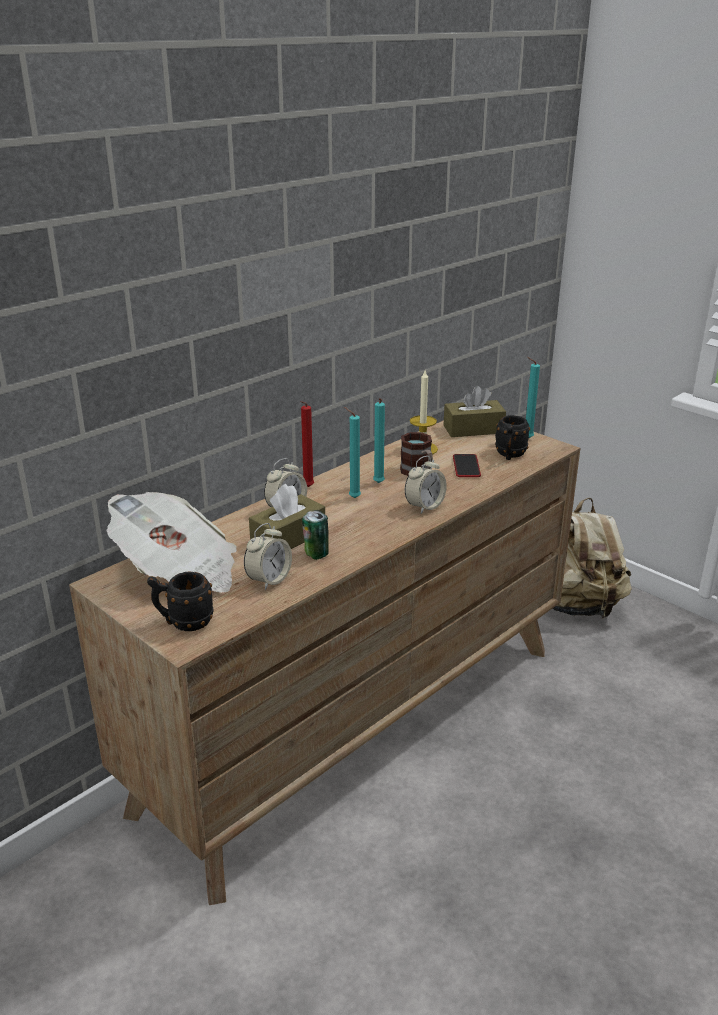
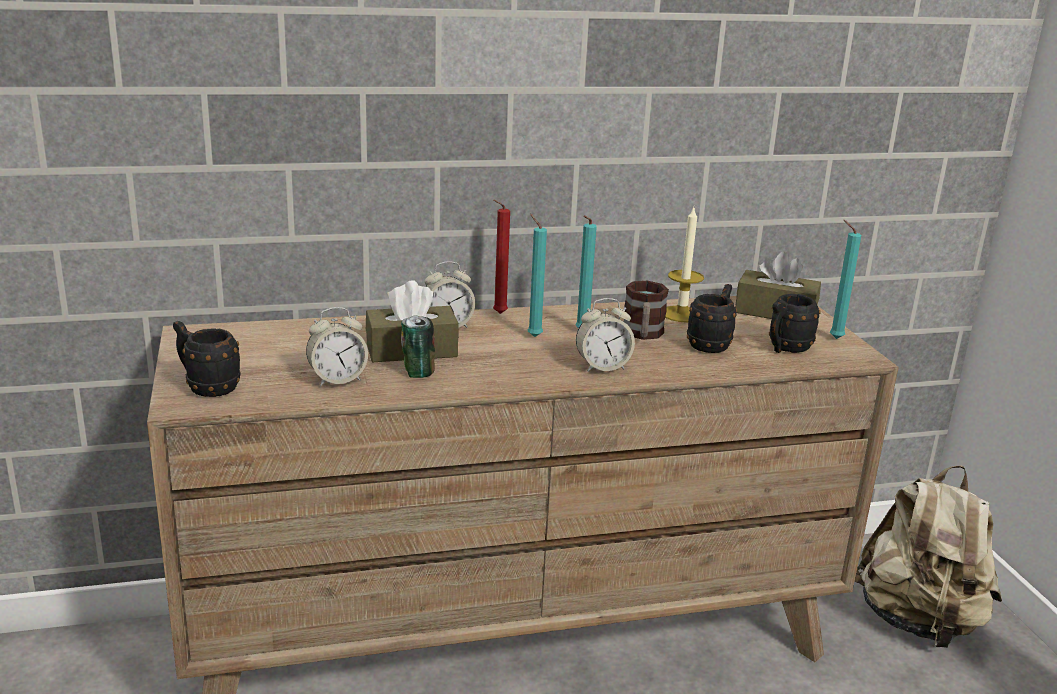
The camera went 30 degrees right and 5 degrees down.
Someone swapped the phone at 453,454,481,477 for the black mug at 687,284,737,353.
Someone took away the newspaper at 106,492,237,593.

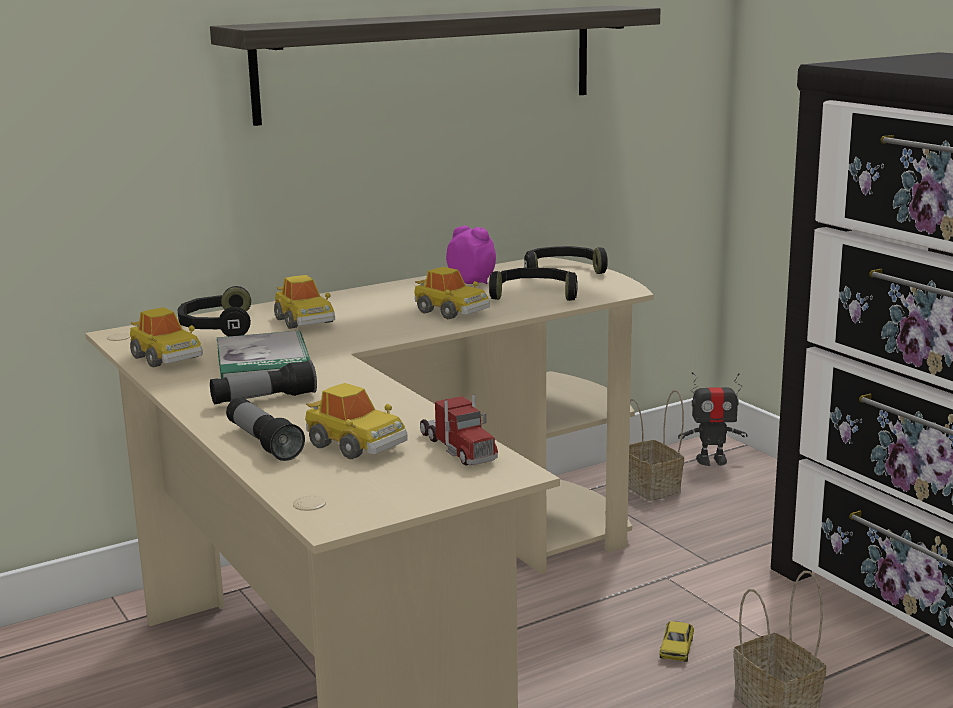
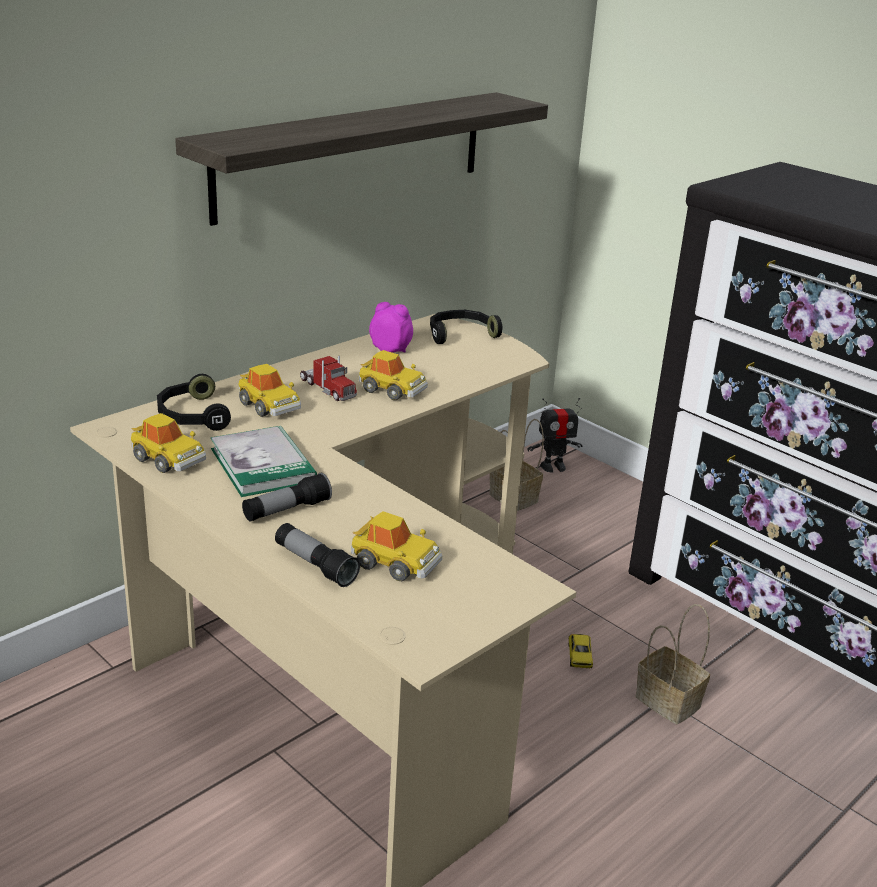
The camera went 15 degrees left and 10 degrees up.
Someone carried the toy truck from 420,395,498,466 to 300,356,357,401.
Someone took away the black headphones at 489,268,578,301.

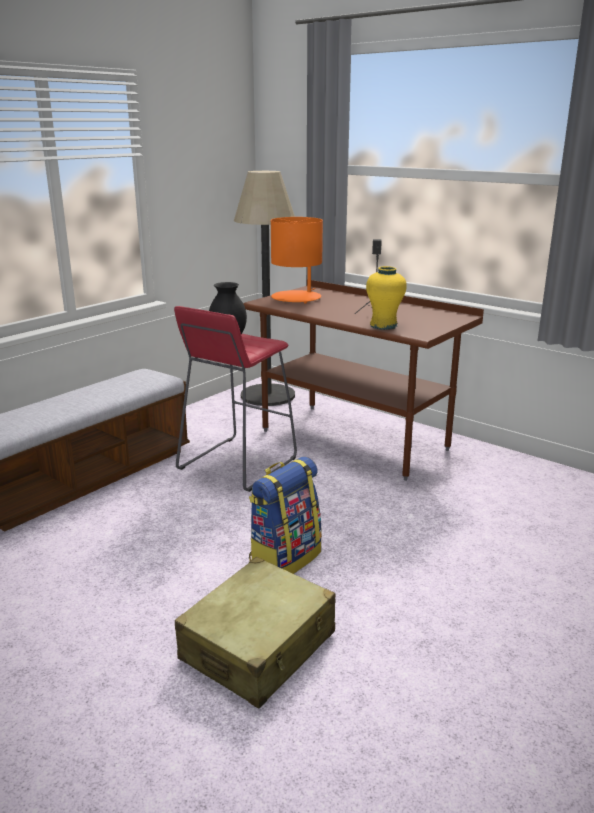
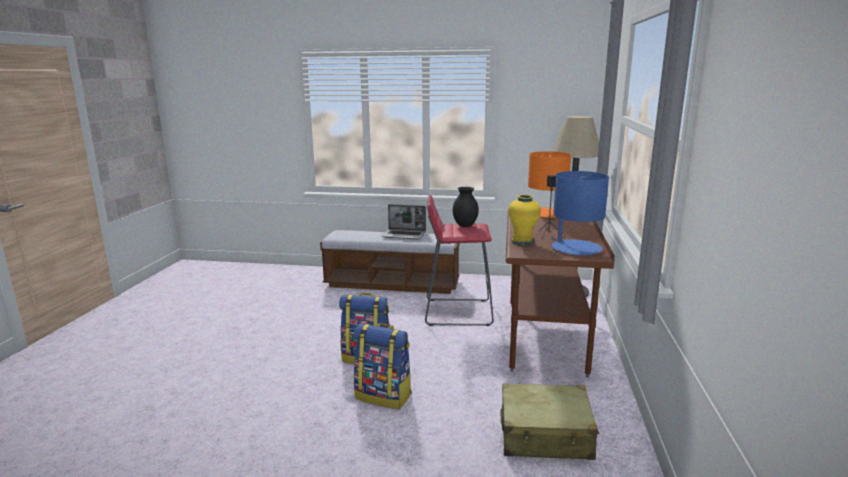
The camera went 60 degrees right and 5 degrees down.
Someone put down the backpack at 353,323,412,409.
Someone put down the laptop at 382,204,426,240.
Someone carried the beige suitcase from 175,557,336,708 to 500,384,599,460.
Someone put down the blue table lamp at 550,171,609,256.

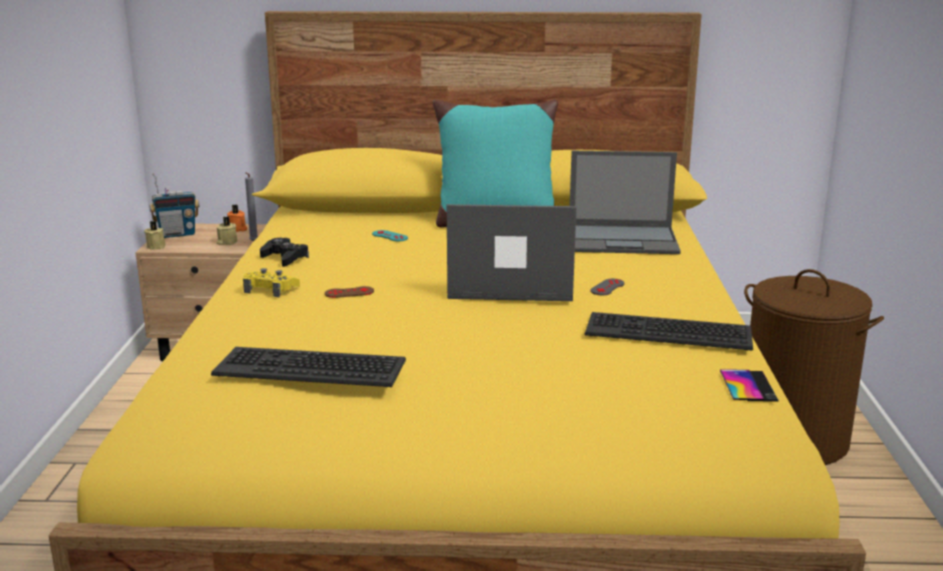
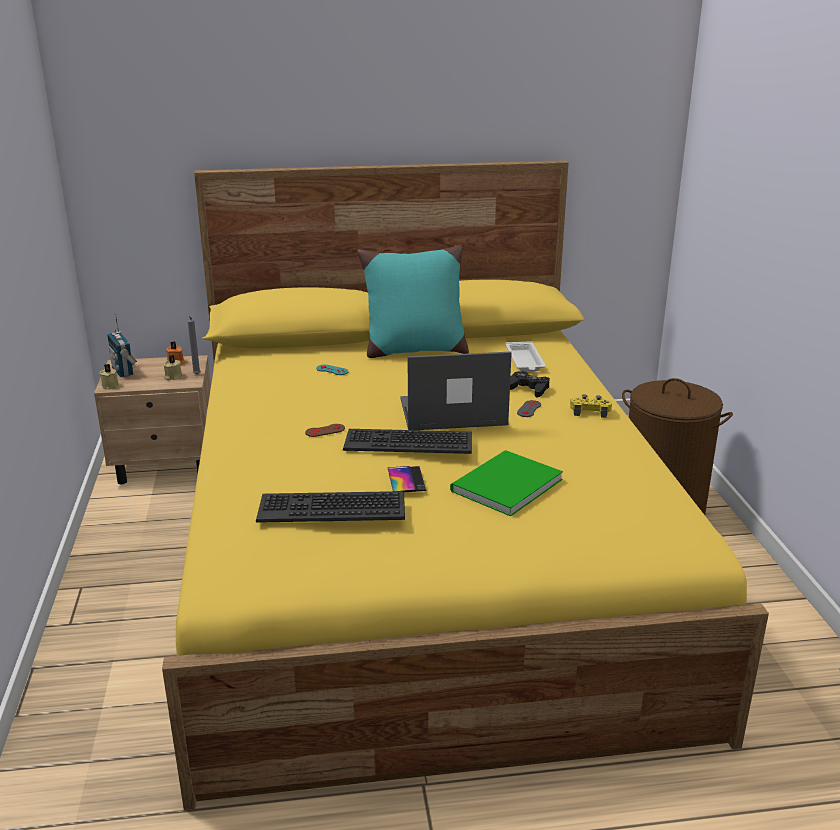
The camera went 10 degrees left and 5 degrees up.
Someone rotated the radio at 149,173,199,238 by 90 degrees clockwise.
Someone carried the keyboard from 584,312,753,351 to 343,429,472,454.
Someone carried the phone from 720,369,779,402 to 388,466,426,492.
Someone put down the green book at 450,450,563,516.
Someone swapped the laptop at 570,151,681,254 for the white tray at 505,341,546,371.
Someone carried the black game controller from 260,238,309,267 to 510,371,550,398.
Someone carried the yellow game controller from 243,268,300,297 to 570,395,612,418.

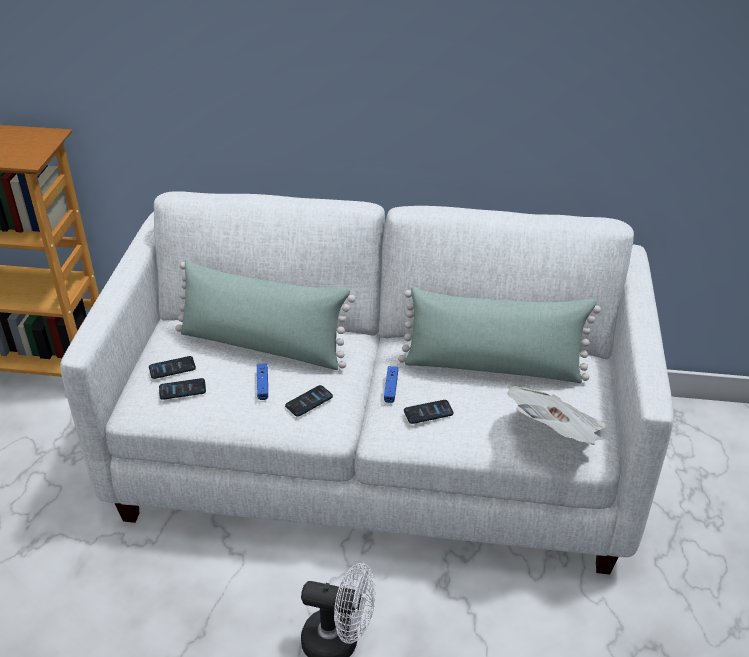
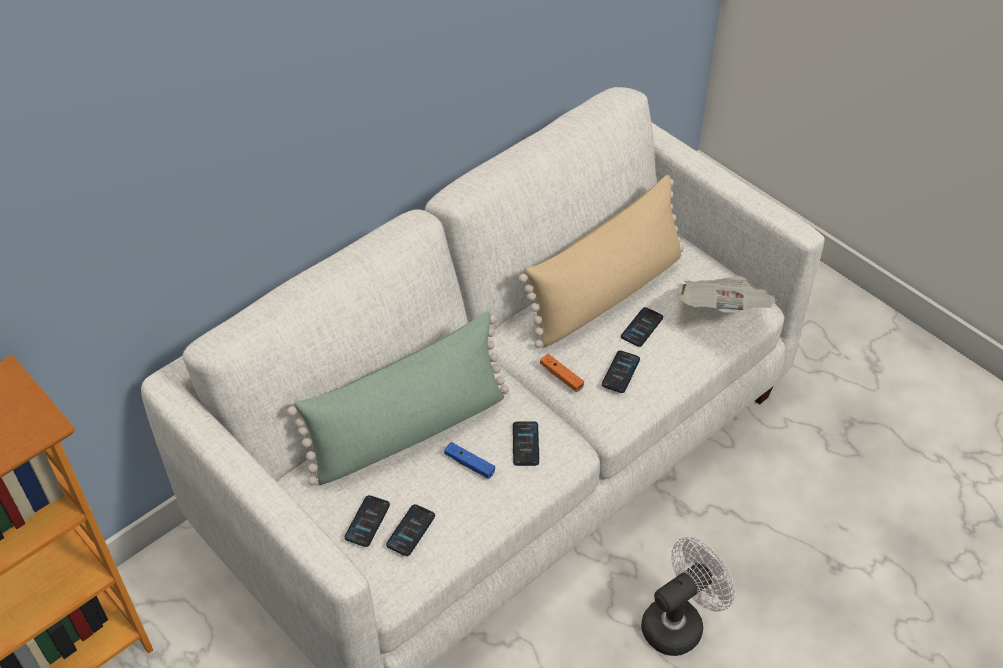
The camera went 50 degrees left and 10 degrees up.
Someone repainted the green pillow at 398,287,601,383, which became the beige pillow at 518,175,684,348.
Someone repainted the blue game controller at 384,366,398,403, which became the orange game controller at 540,354,584,392.
Someone put down the phone at 621,307,663,347.

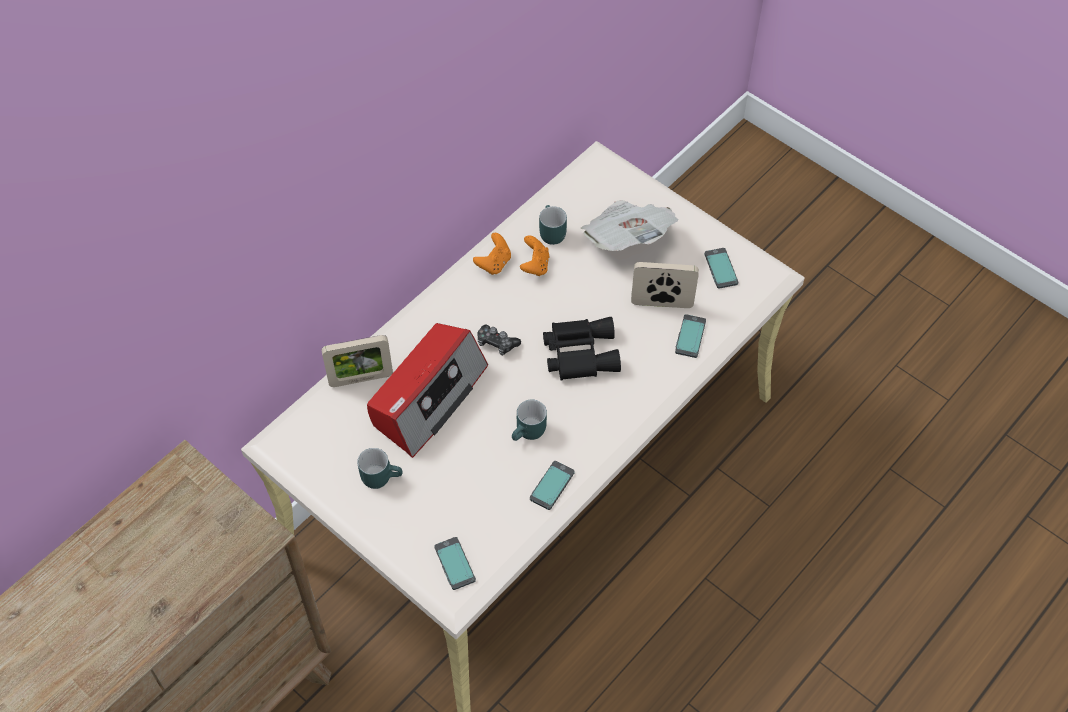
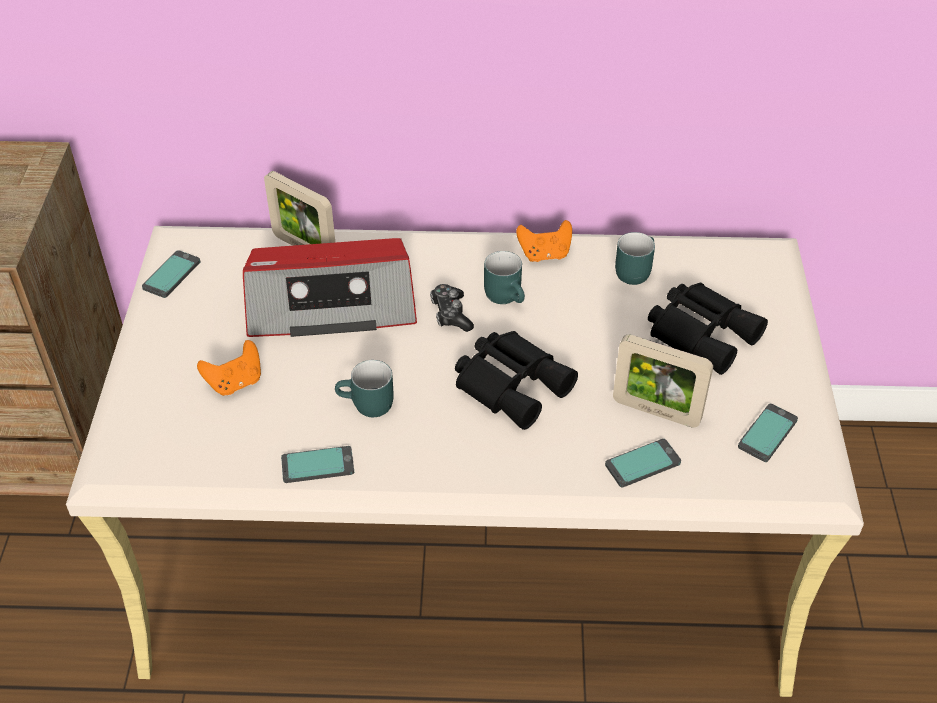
The camera went 50 degrees right and 10 degrees down.
Someone carried the phone from 434,537,476,590 to 142,250,200,298.
Someone carried the orange game controller from 520,235,549,276 to 197,340,261,396.
Someone carried the turquoise mug from 357,448,403,489 to 484,251,525,304.
Someone rotated the picture frame at 631,262,699,308 by 150 degrees clockwise.
Someone swapped the newspaper at 581,200,678,251 for the black binoculars at 648,283,768,375.

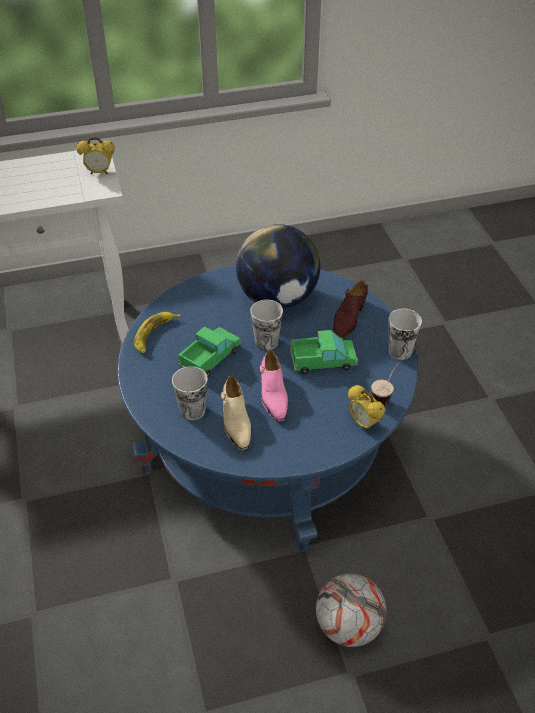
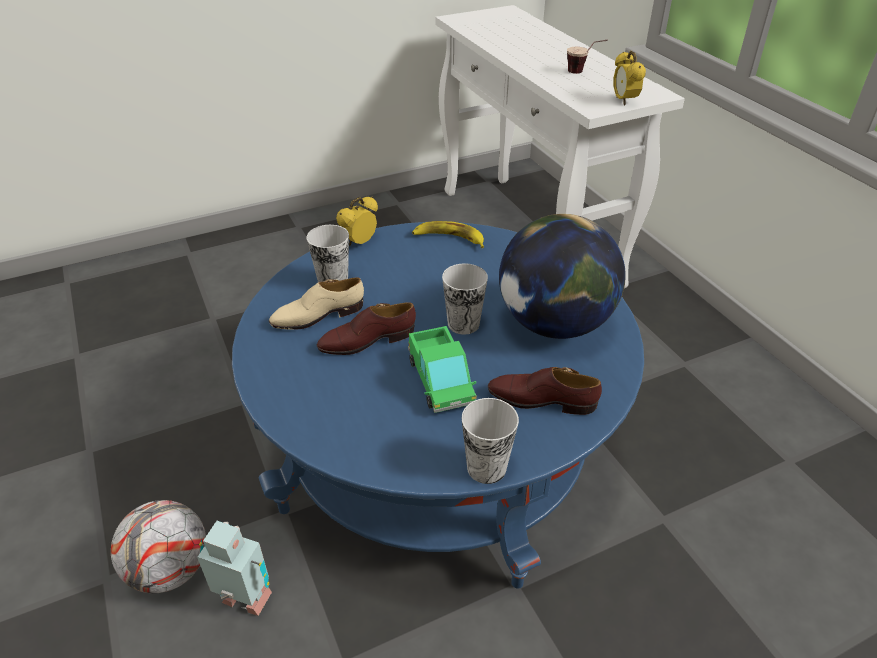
The camera went 80 degrees right and 5 degrees down.
Someone put down the toy robot at 197,521,272,616.
Someone repainted the pink shoe at 260,350,288,421, which became the brown shoe at 317,302,416,355.
Someone carried the alarm clock from 348,385,385,431 to 336,196,378,246.
Someone carried the cup from 371,361,401,407 to 567,40,608,74.
Someone took away the toy truck at 178,327,241,378.

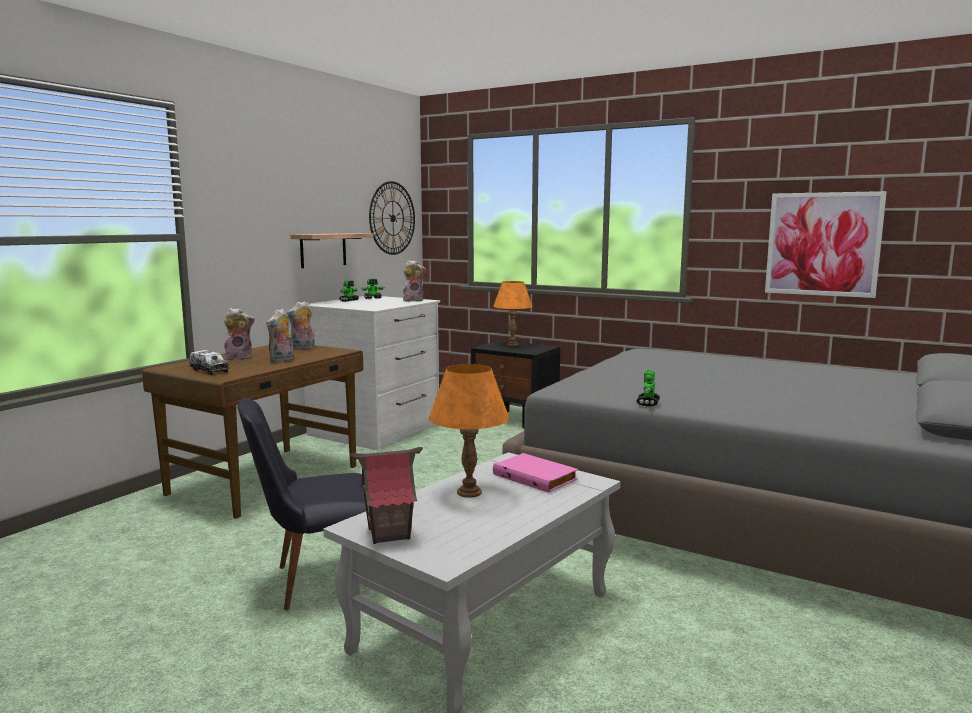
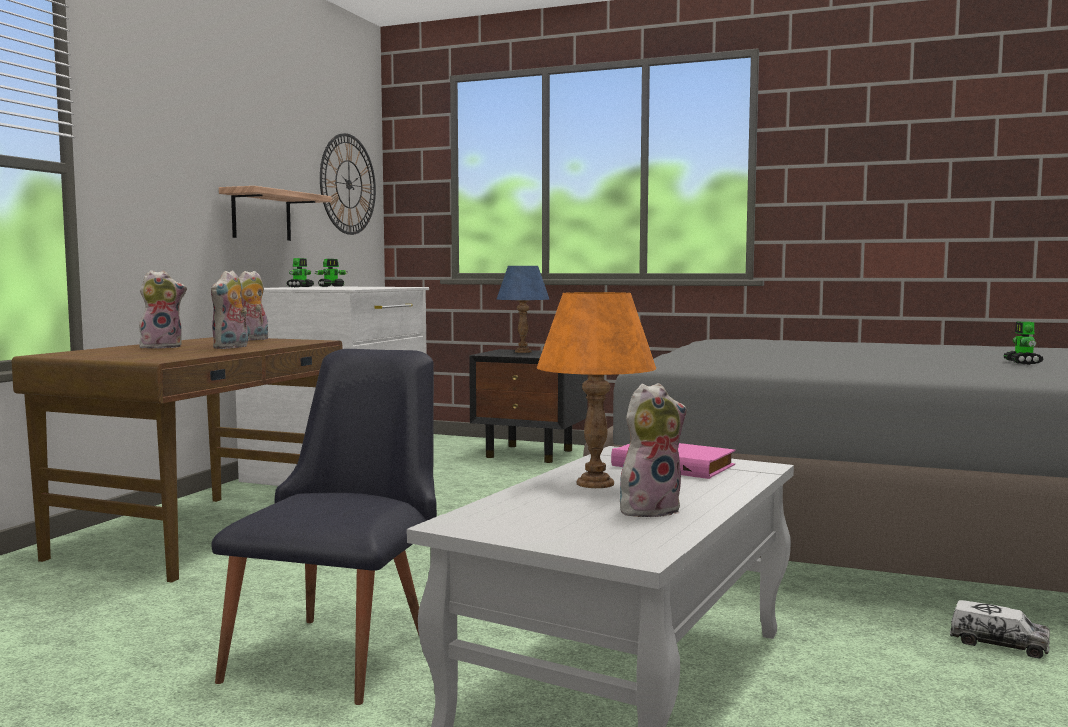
The camera went 10 degrees left and 5 degrees down.
Someone rotated the black chair at 237,397,366,610 by 135 degrees clockwise.
Someone repainted the orange table lamp at 493,281,533,346, which became the blue table lamp at 497,266,549,353.
Someone carried the plush toy from 403,260,426,302 to 620,383,687,517.
Someone carried the toy truck from 189,350,229,375 to 950,600,1050,658.
Someone carried the toy robot from 636,370,660,406 to 1003,321,1043,365.
Someone took away the toy house at 350,447,423,544.
Someone took away the picture at 765,191,887,298.

